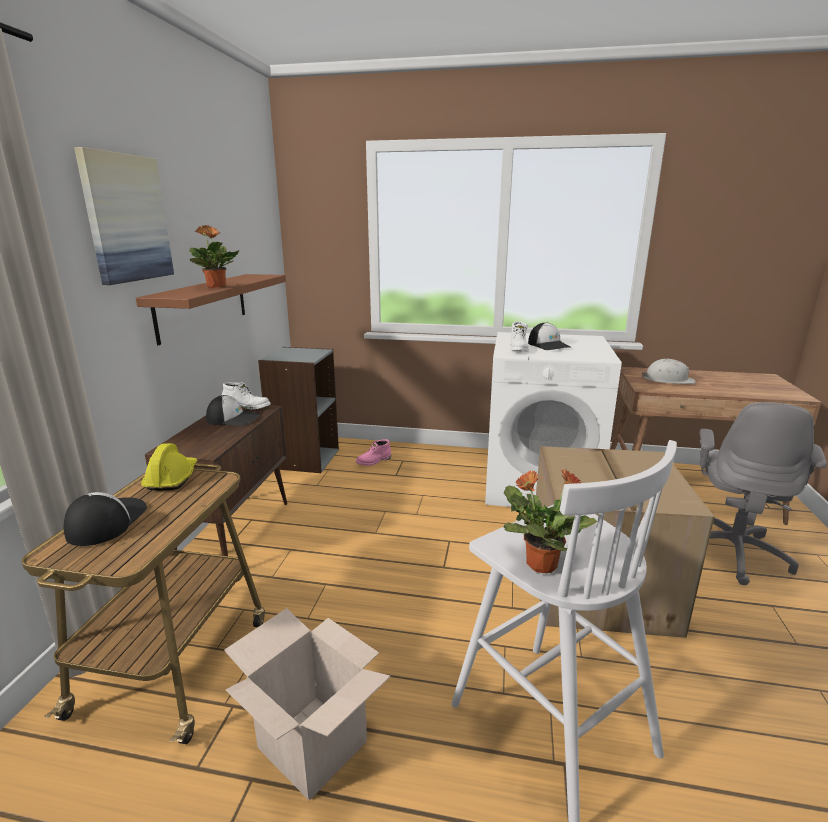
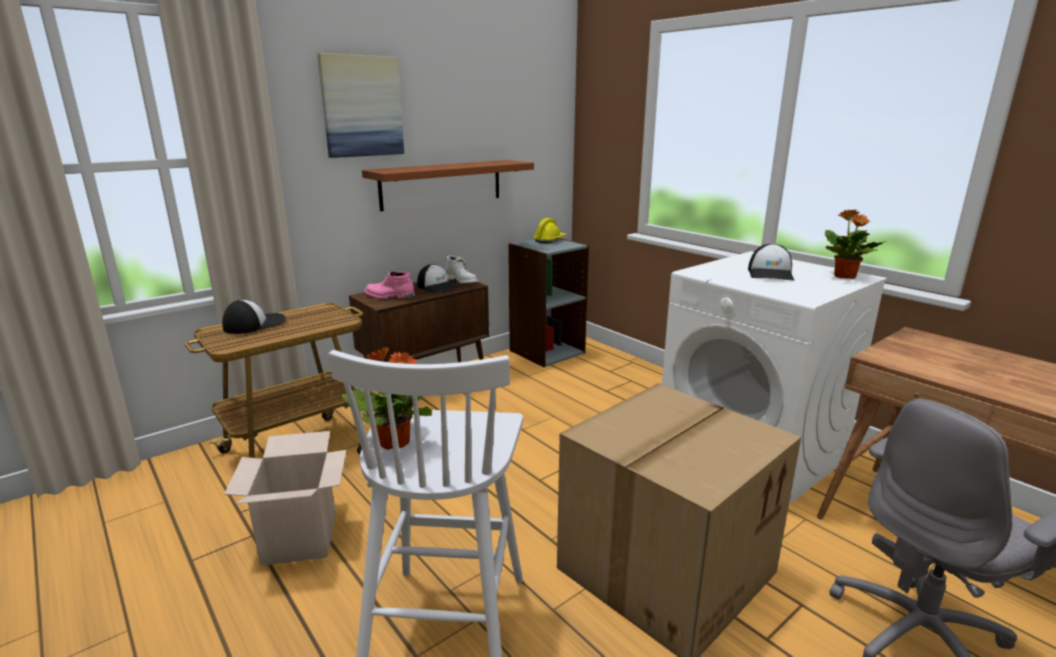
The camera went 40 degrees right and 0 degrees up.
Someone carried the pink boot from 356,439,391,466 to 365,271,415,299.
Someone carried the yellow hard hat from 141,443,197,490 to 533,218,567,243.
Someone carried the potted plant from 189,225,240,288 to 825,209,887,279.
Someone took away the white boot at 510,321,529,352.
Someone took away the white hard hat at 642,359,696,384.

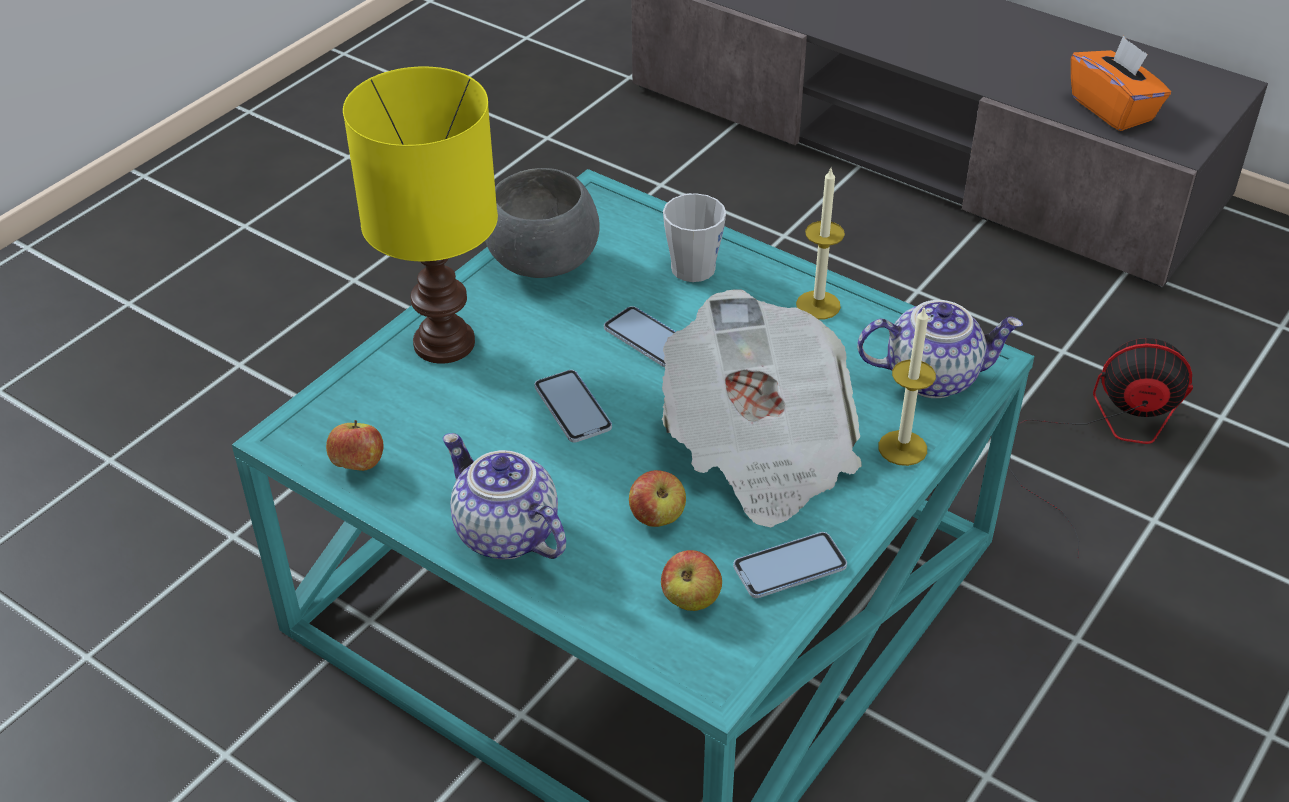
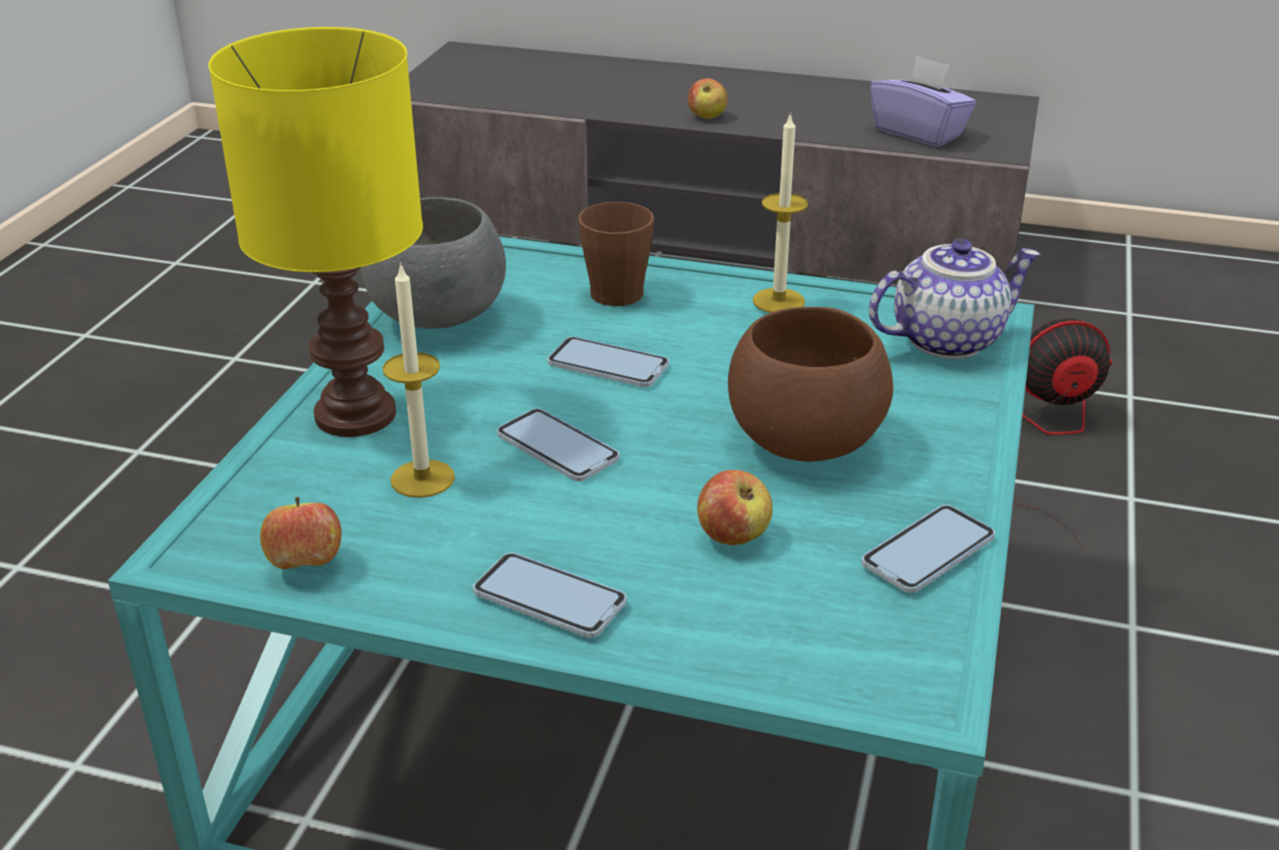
The camera went 20 degrees left and 10 degrees down.
Someone carried the candle from 878,306,936,466 to 382,262,455,498.
Someone swapped the teapot at 443,433,566,560 for the phone at 473,553,626,638.
Someone repainted the grey mug at 663,193,726,282, which became the brown mug at 578,202,654,306.
Someone carried the apple from 661,550,722,611 to 688,78,727,119.
Someone swapped the newspaper at 662,289,862,527 for the brown bowl at 728,307,893,462.
Someone repainted the orange tissue box at 1071,36,1171,131, which became the purple tissue box at 870,56,977,147.

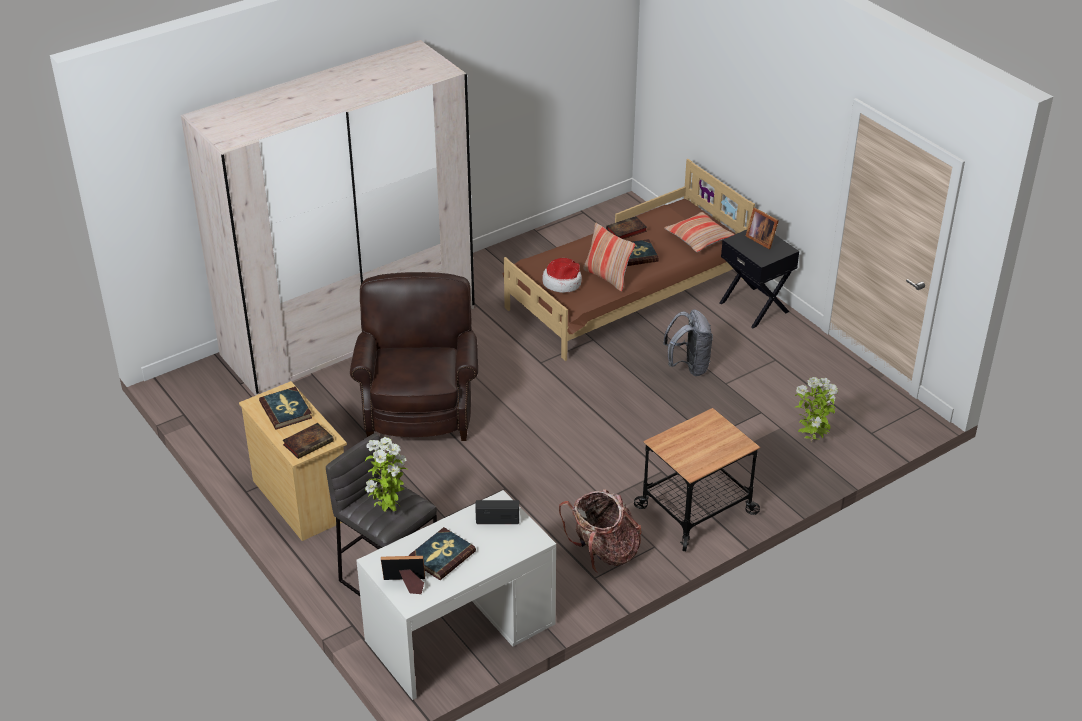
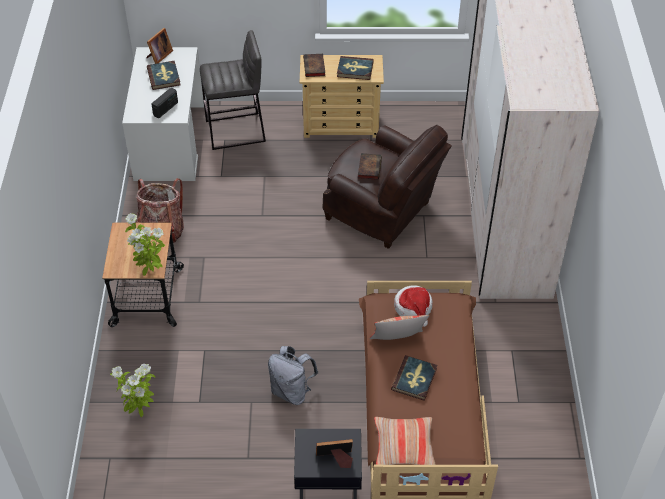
The camera went 125 degrees right and 10 degrees up.
Someone carried the potted plant from 365,437,408,512 to 125,213,165,276.
Someone carried the book from 606,216,647,239 to 358,153,382,180.

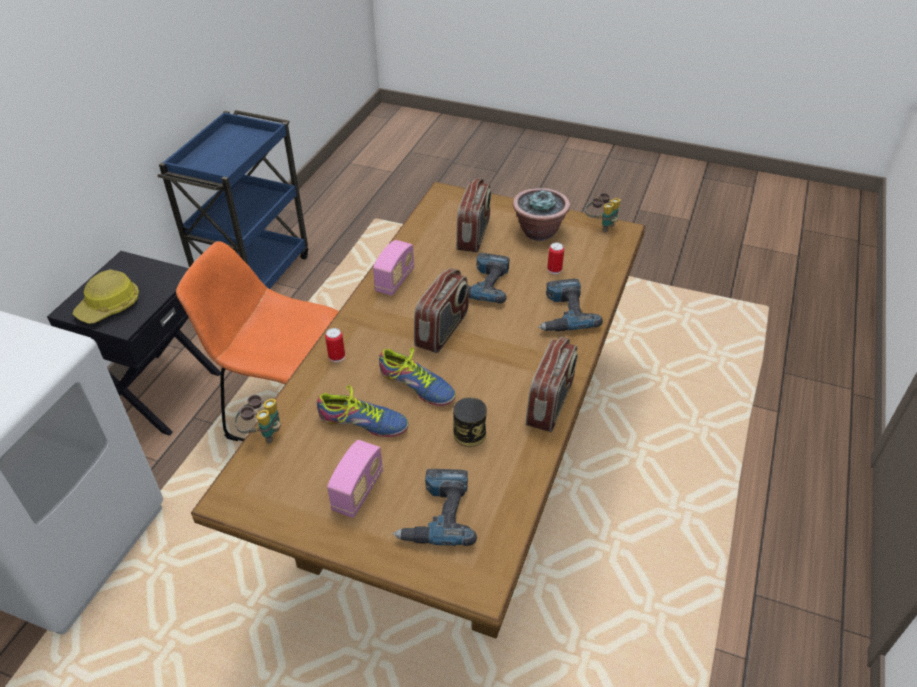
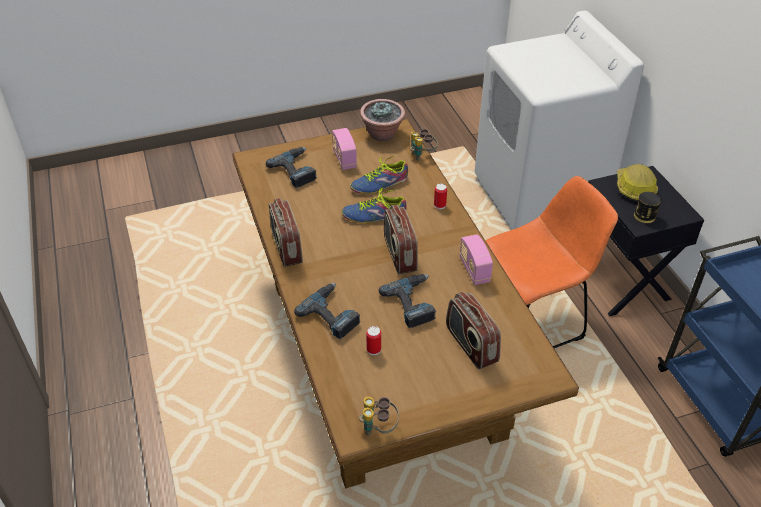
The camera went 140 degrees right and 0 degrees up.
Someone carried the potted plant from 513,188,570,241 to 360,99,405,141.
Someone carried the can from 453,397,487,447 to 634,192,661,224.

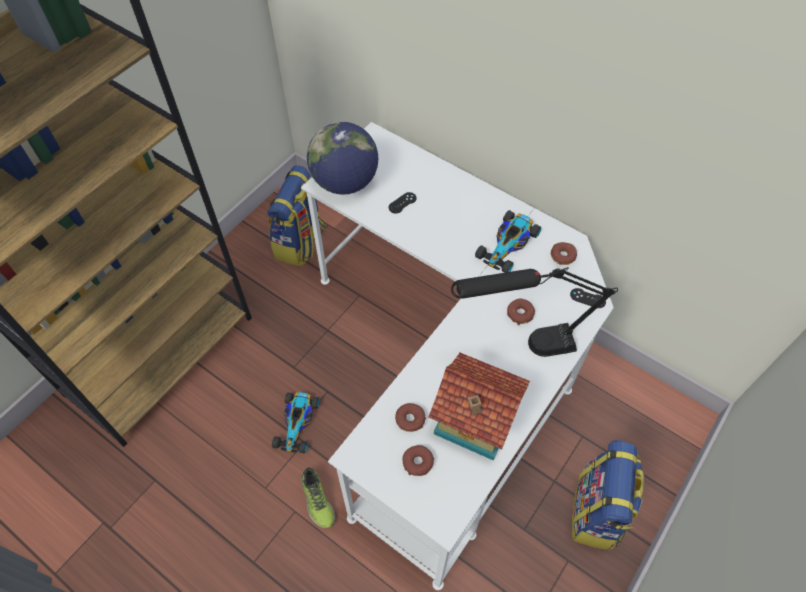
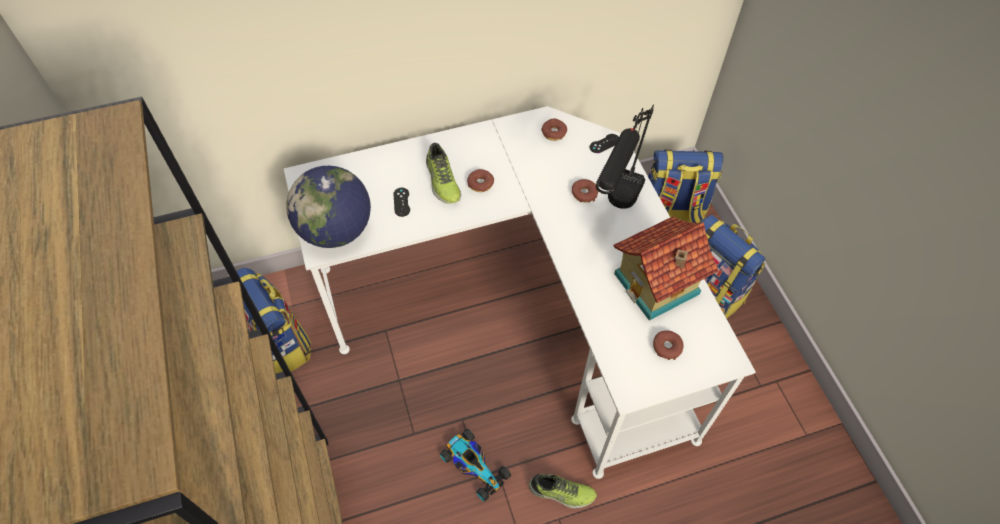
The camera went 55 degrees left and 0 degrees up.
Someone put down the shoe at 426,143,461,204.
Someone carried the donut from 395,403,426,432 to 467,169,494,192.
Someone put down the backpack at 648,150,724,223.
Someone took away the toy car at 475,210,541,273.

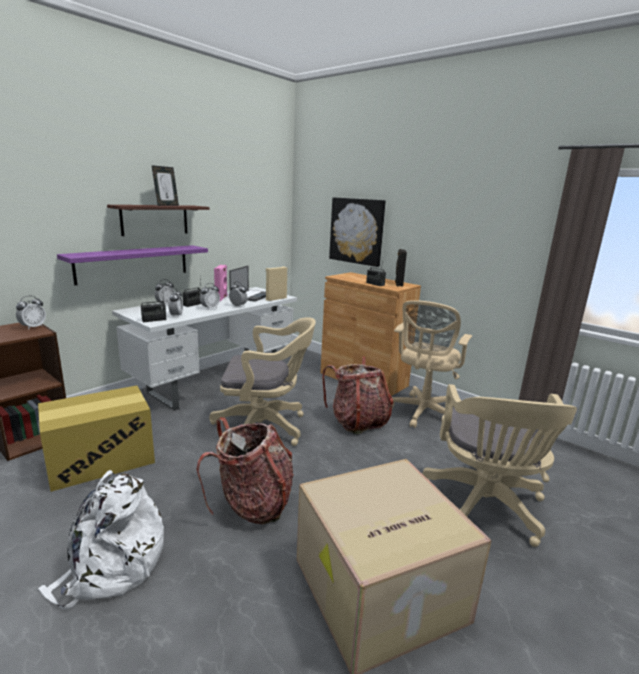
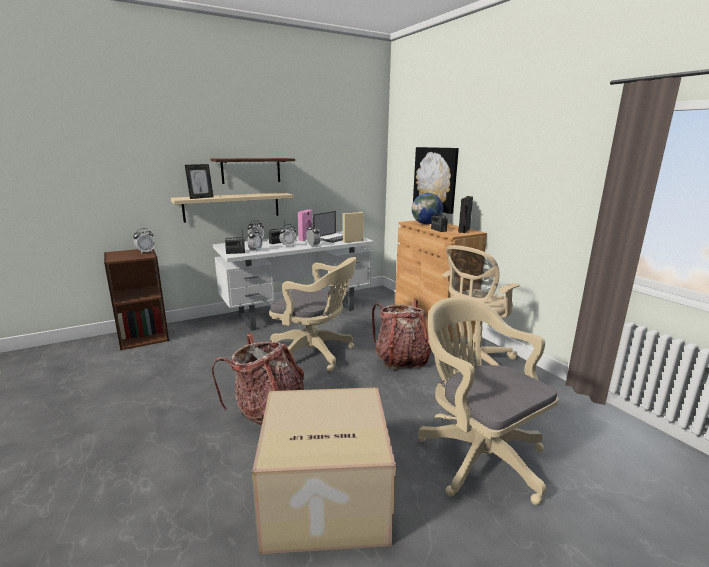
The camera went 20 degrees right and 0 degrees up.
Someone repainted the purple shelf at 57,245,208,285, which became the beige shelf at 171,192,293,223.
Someone carried the picture frame from 151,165,179,206 to 185,164,213,199.
Someone put down the globe at 412,193,443,224.
Someone rotated the beige office chair at 422,384,577,547 by 120 degrees clockwise.
Someone took away the cardboard box at 38,385,155,492.
Someone took away the white backpack at 38,470,164,610.

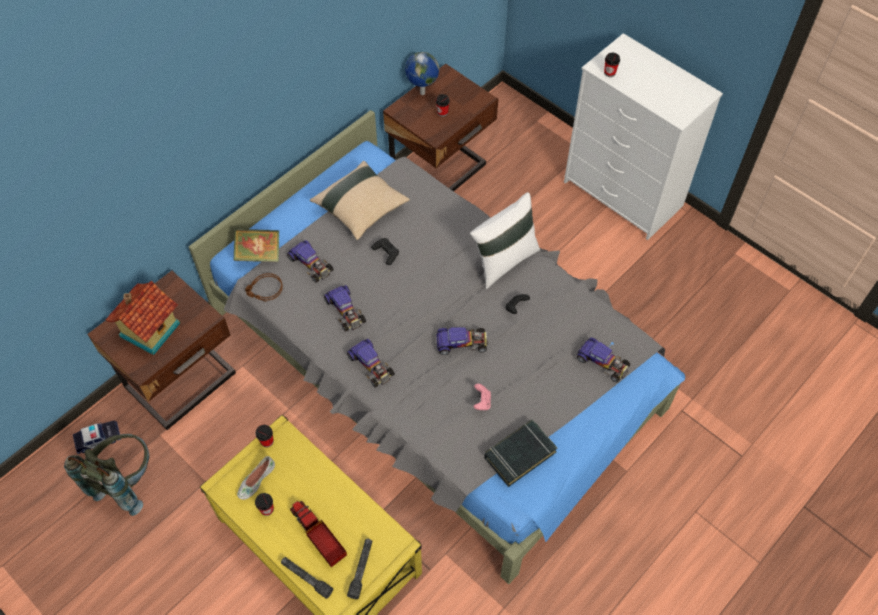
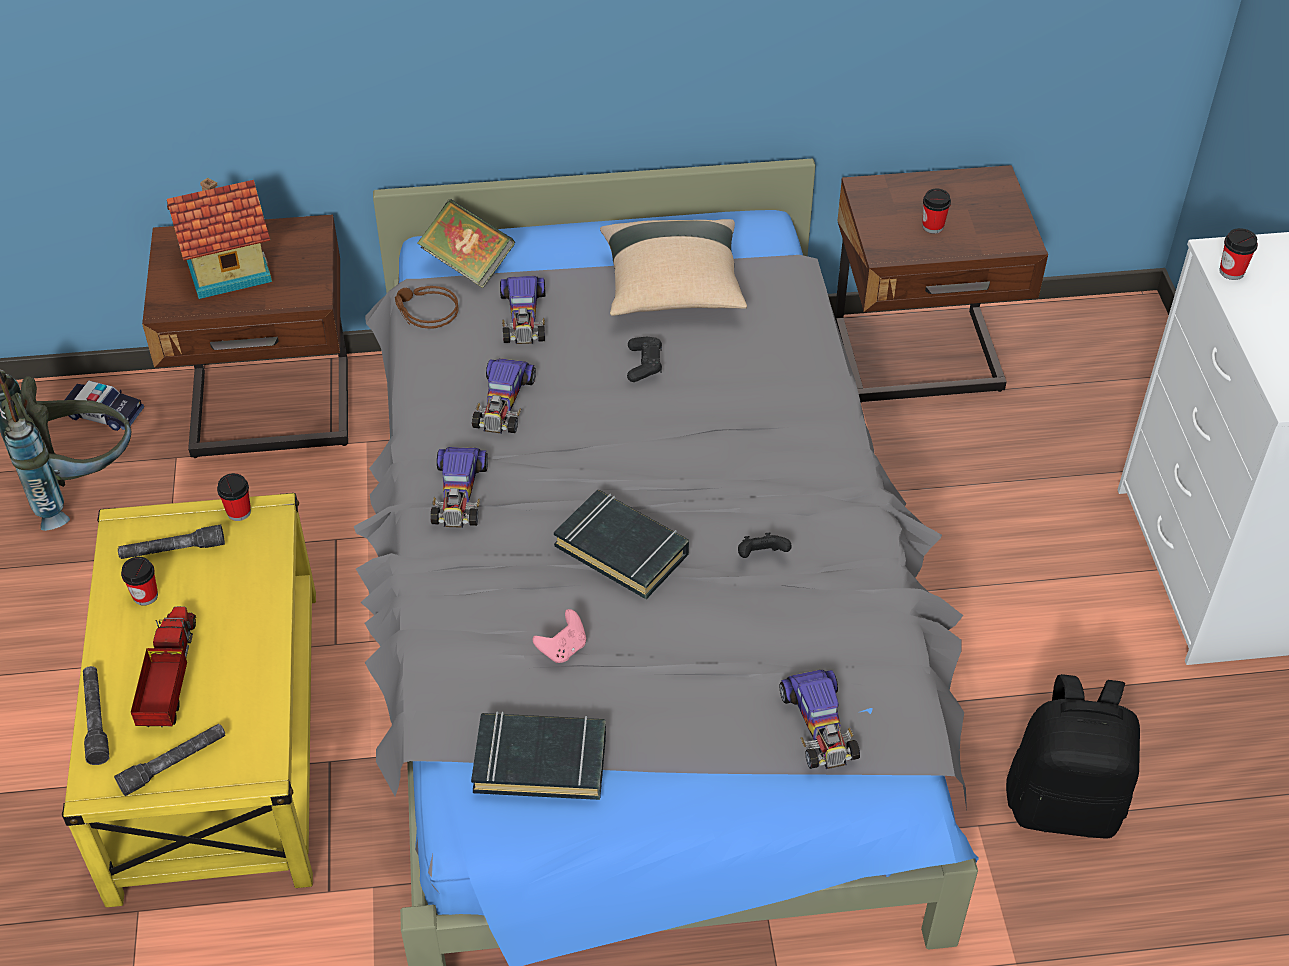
The camera went 40 degrees right and 10 degrees down.
Someone swapped the white shoe at 237,456,275,500 for the grey flashlight at 118,524,225,559.
Someone swapped the toy car at 436,327,488,355 for the black book at 554,490,689,599.
Someone put down the black backpack at 1006,674,1140,839.
Someone took away the globe at 405,52,439,95.
Someone took away the white pillow at 470,192,540,289.

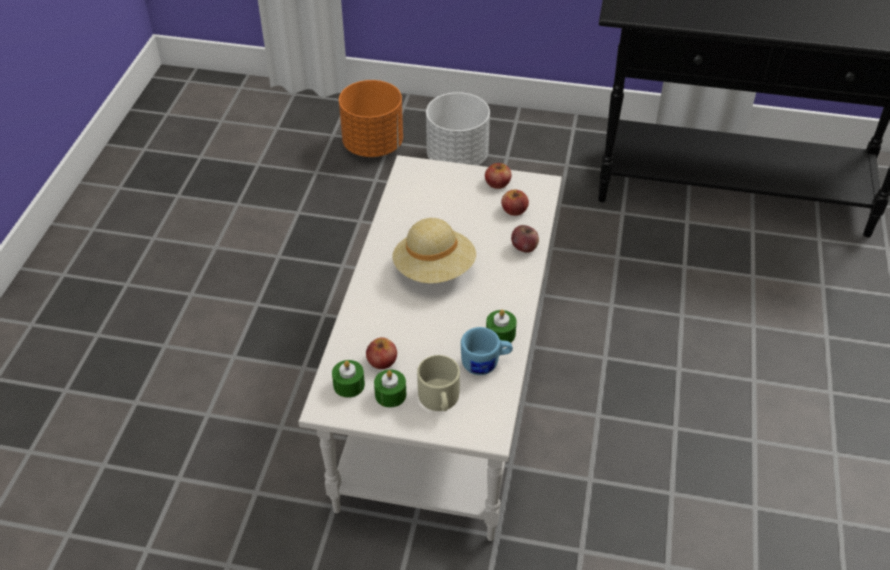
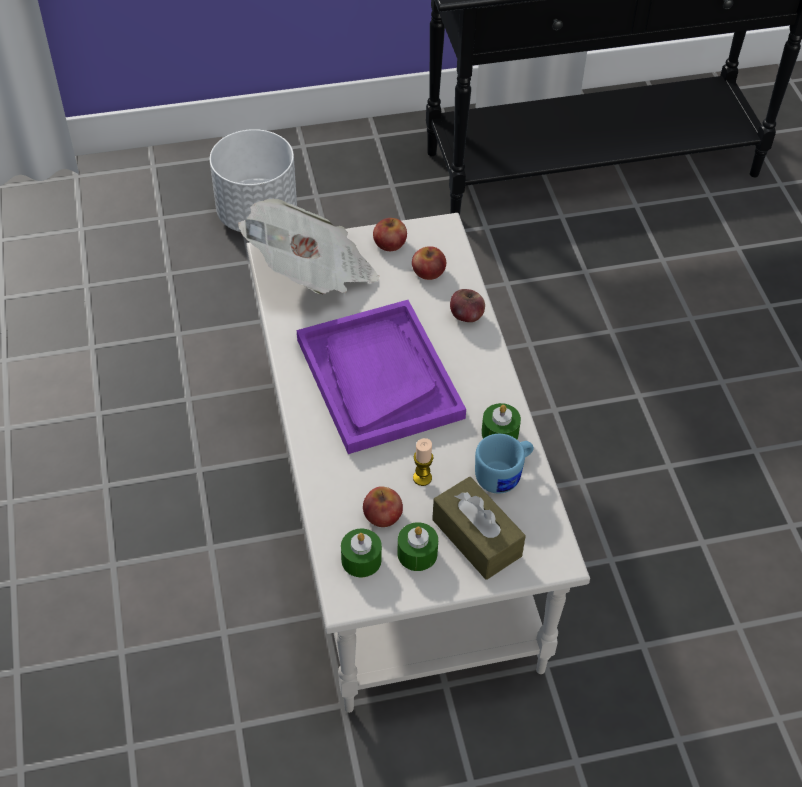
The camera went 25 degrees left and 5 degrees up.
Someone put down the newspaper at 238,199,379,295.
Someone swapped the beige hat at 392,218,476,283 for the purple tray at 297,300,466,454.
Someone put down the candle at 413,438,433,486.
Someone swapped the beige mug at 417,355,460,411 for the brown tissue box at 432,477,526,580.
Someone took away the orange planter at 339,80,403,157.

